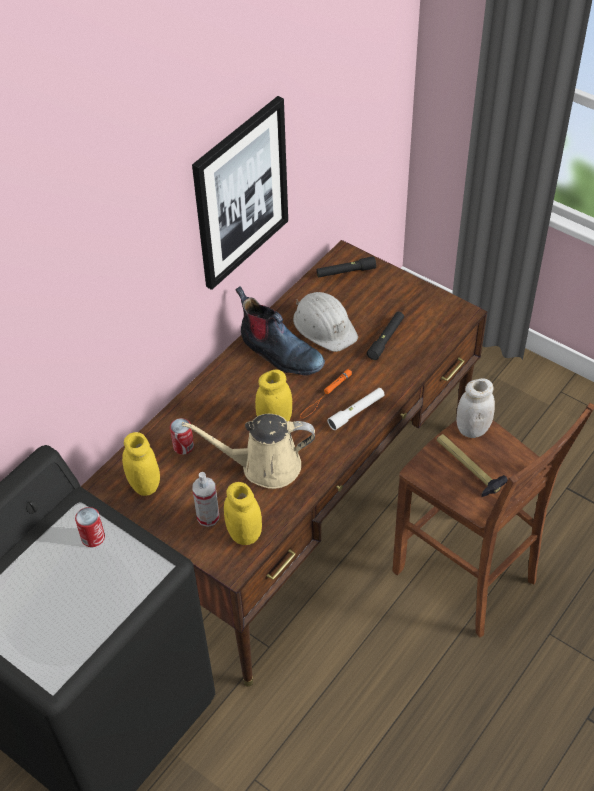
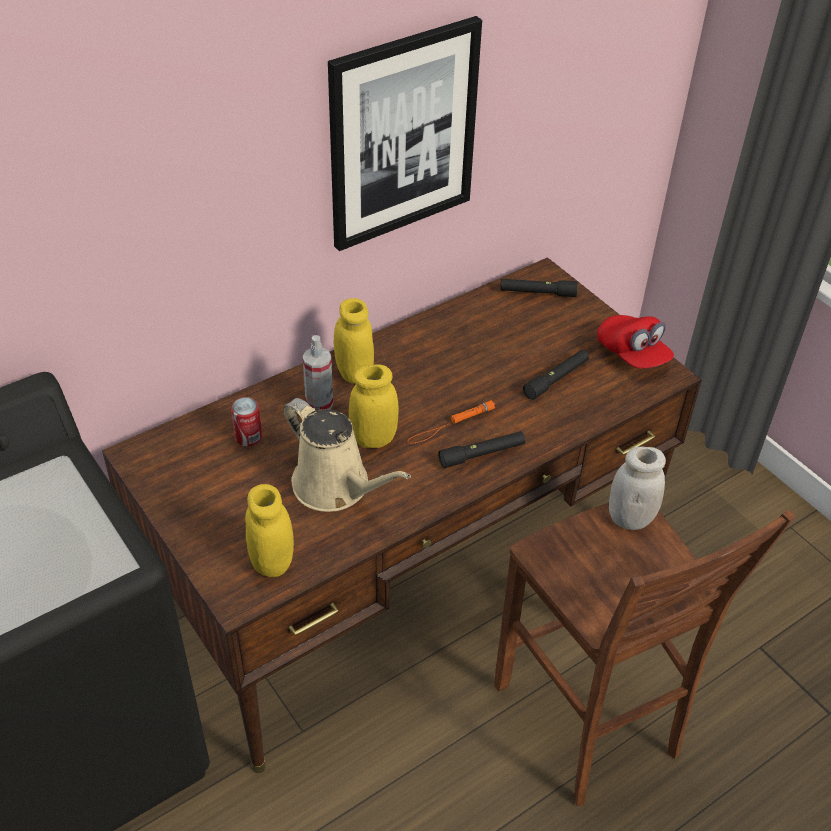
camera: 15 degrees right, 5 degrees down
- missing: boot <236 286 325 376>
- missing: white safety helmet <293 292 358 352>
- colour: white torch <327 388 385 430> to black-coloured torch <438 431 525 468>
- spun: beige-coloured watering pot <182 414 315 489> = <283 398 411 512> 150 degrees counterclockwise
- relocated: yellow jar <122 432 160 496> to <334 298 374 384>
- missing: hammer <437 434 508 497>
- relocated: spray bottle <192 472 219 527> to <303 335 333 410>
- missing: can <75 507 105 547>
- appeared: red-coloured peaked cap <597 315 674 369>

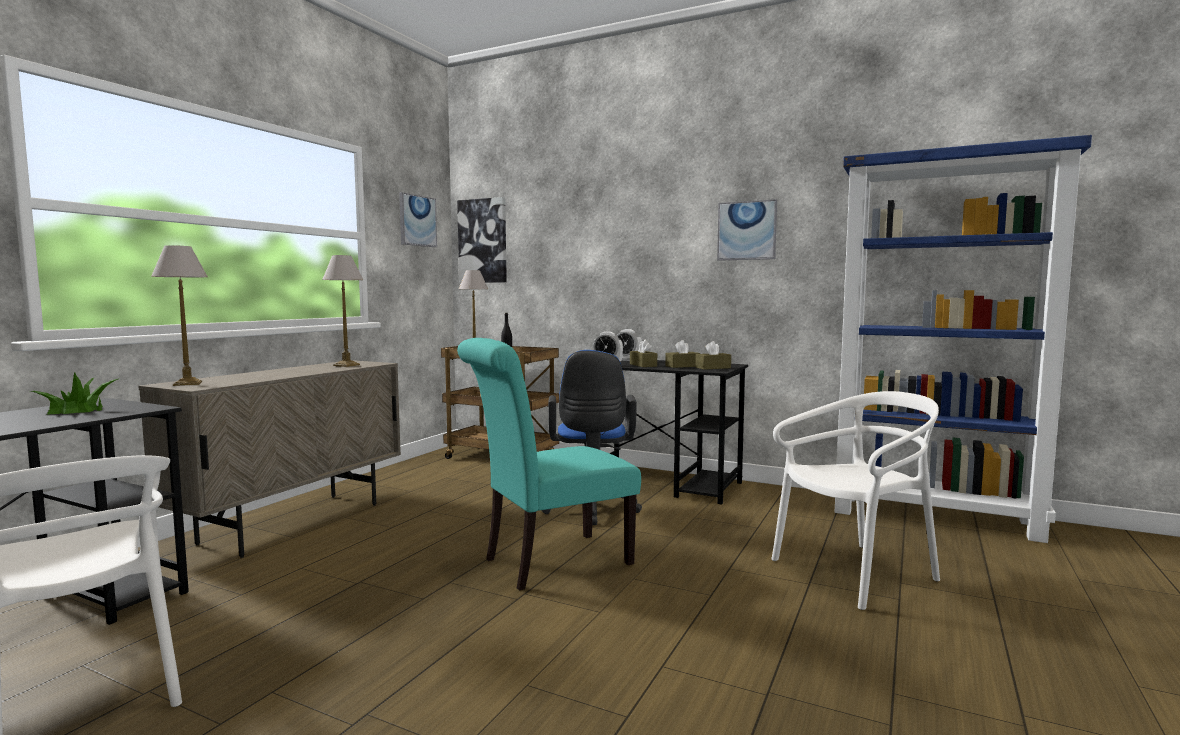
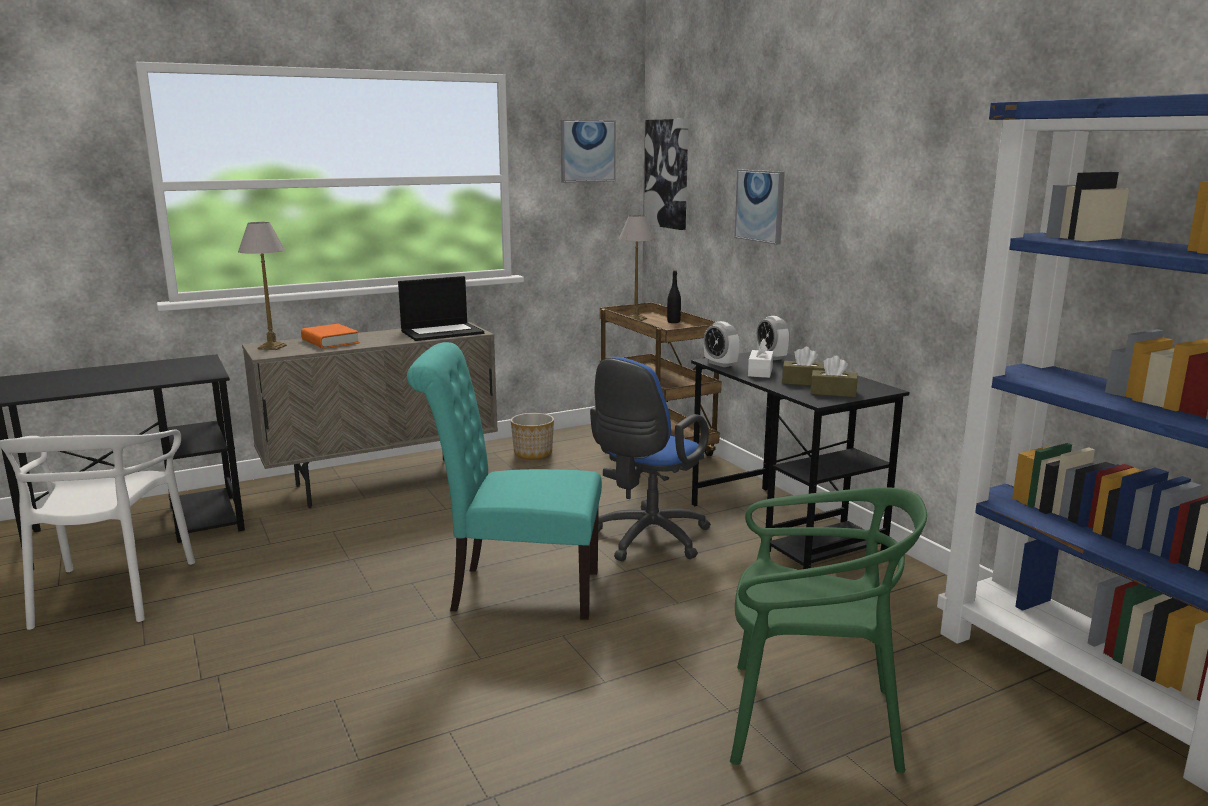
camera: 35 degrees right, 10 degrees up
- relocated: wall picture <717 199 777 261> to <734 170 785 245>
- exchanged: lamp for a table <322 255 363 367> to notebook computer <398 276 484 341>
- colour: brown-coloured box of tissues <630 339 657 367> to white box of tissues <748 338 773 378>
- missing: potted plant <30 372 120 415>
- colour: white upright chair <771 391 940 610> to green-coloured upright chair <730 487 927 773>
- appeared: orangey volume <301 324 360 348>
- appeared: planter <511 413 554 459>

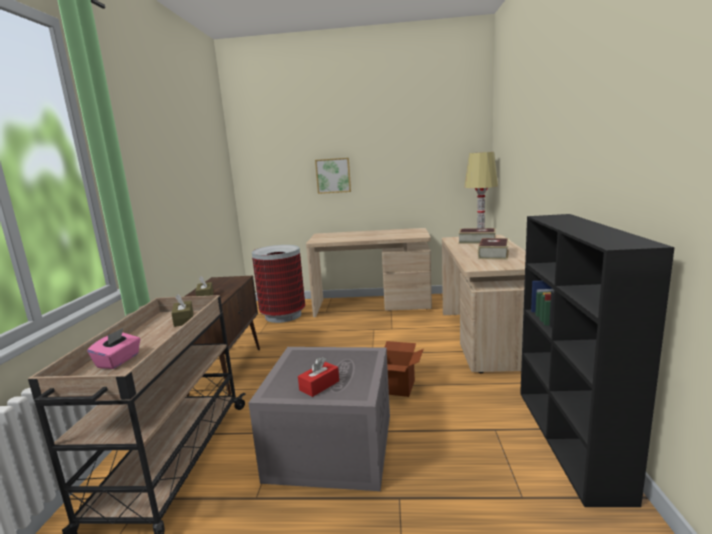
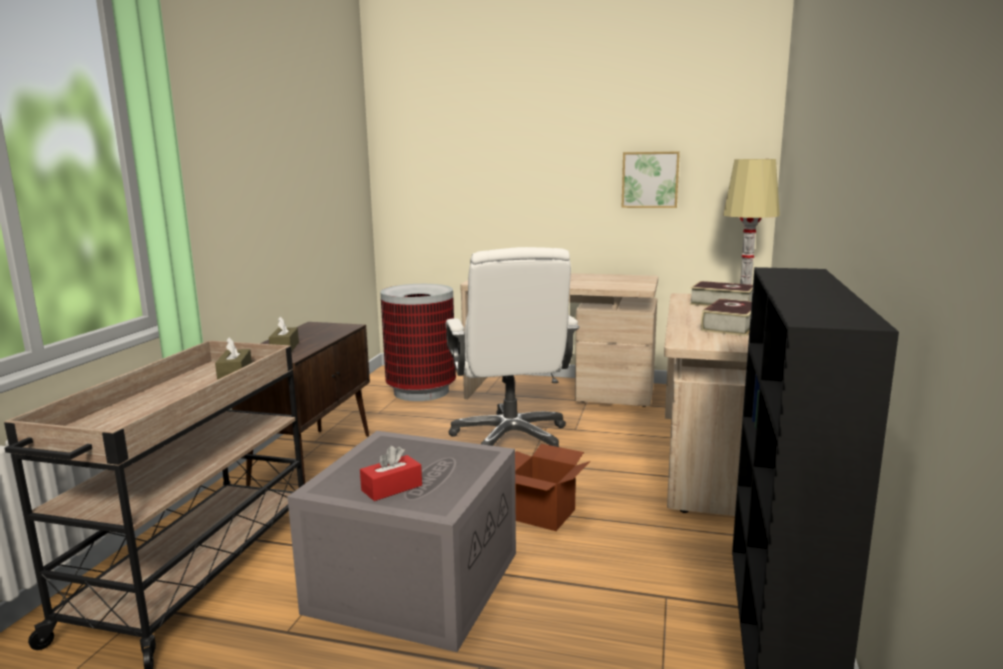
camera: 10 degrees right, 0 degrees up
- relocated: wall picture <315 158 351 194> to <621 151 680 208>
- missing: pinkish box of tissues <87 328 141 369>
- appeared: white desk chair <446 247 580 447>

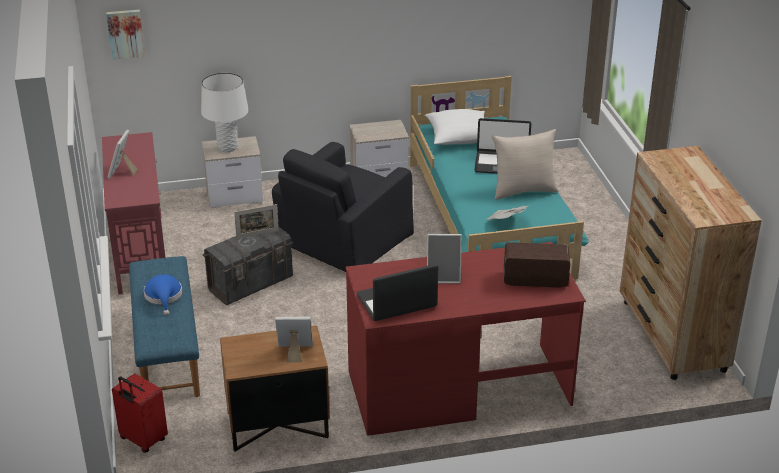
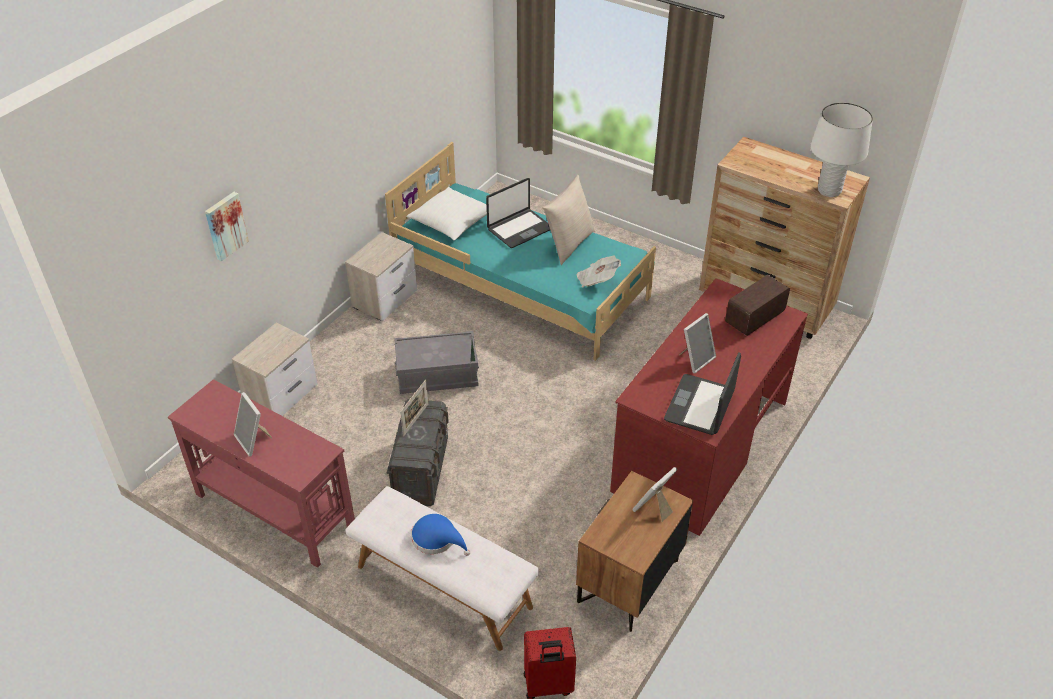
camera: 45 degrees left, 10 degrees up
- relocated: wall picture <106 10 145 60> to <205 192 249 261>
- relocated: white lamp for a table <201 73 249 152> to <811 103 873 197>
- exchanged: black-coloured armchair <272 142 414 272> to gray storage bin <394 331 479 394>
- colour: blue indoor bench <129 256 200 397> to white indoor bench <345 486 539 651>

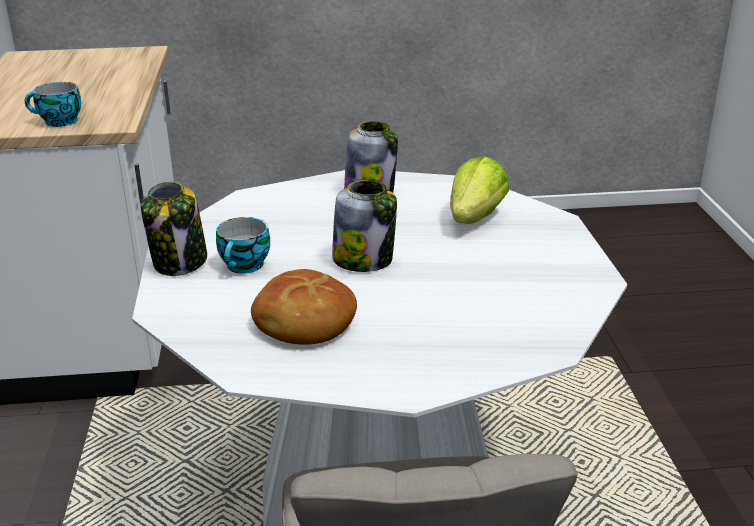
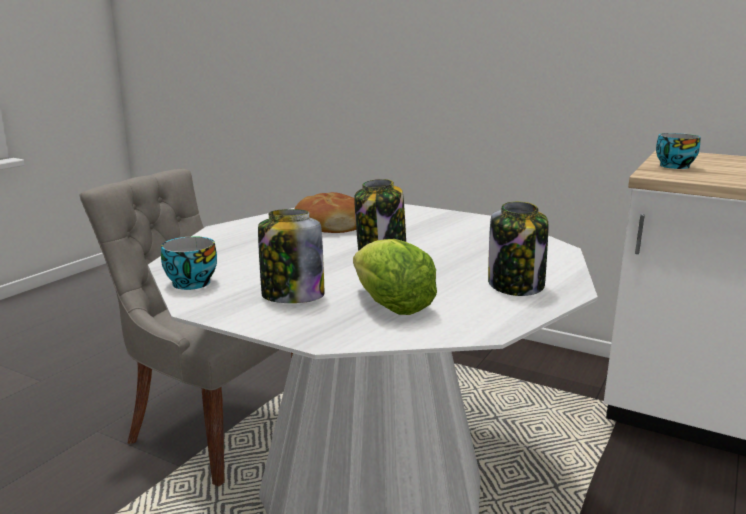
camera: 125 degrees right, 10 degrees down
- relocated: jar <141 181 207 276> to <258 209 325 303>
- relocated: drinking cup <216 217 270 274> to <161 236 217 290>

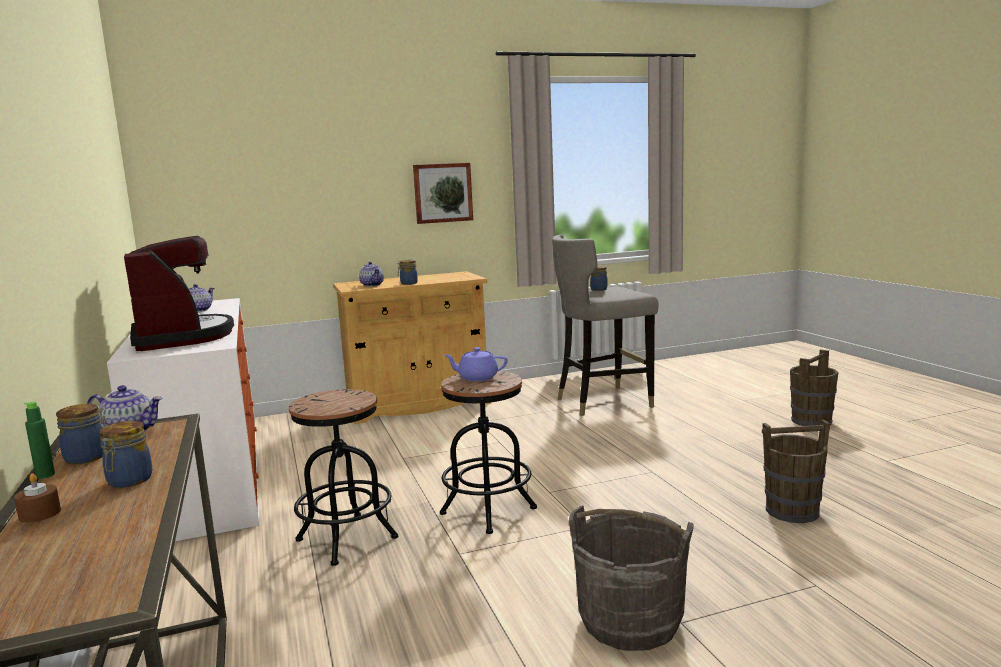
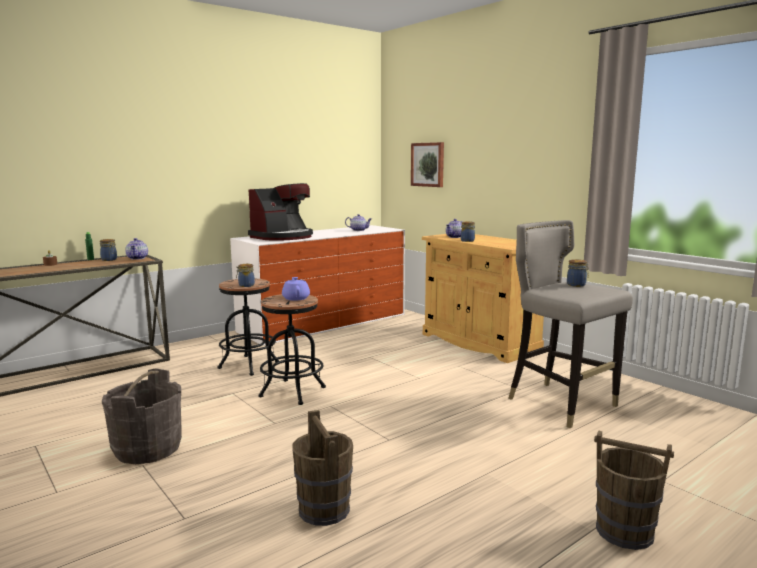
camera: 70 degrees right, 0 degrees up
- relocated: wall picture <413 163 473 224> to <411 142 444 187>
- relocated: jar <99 421 153 488> to <236 264 255 287>

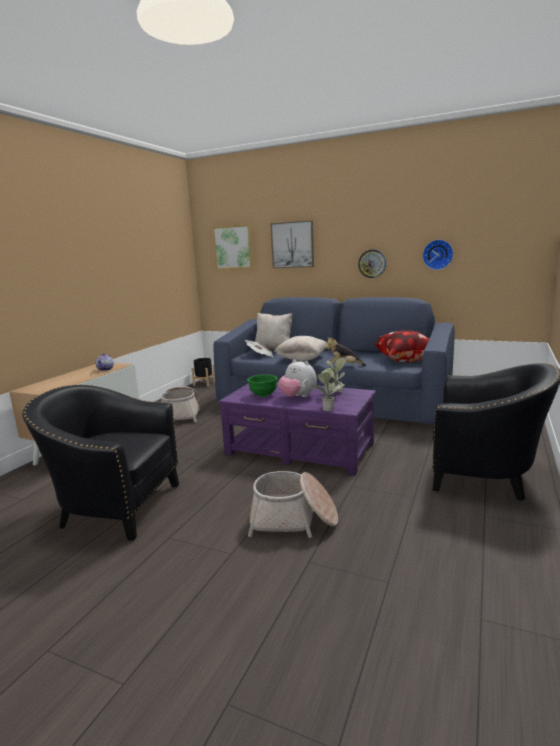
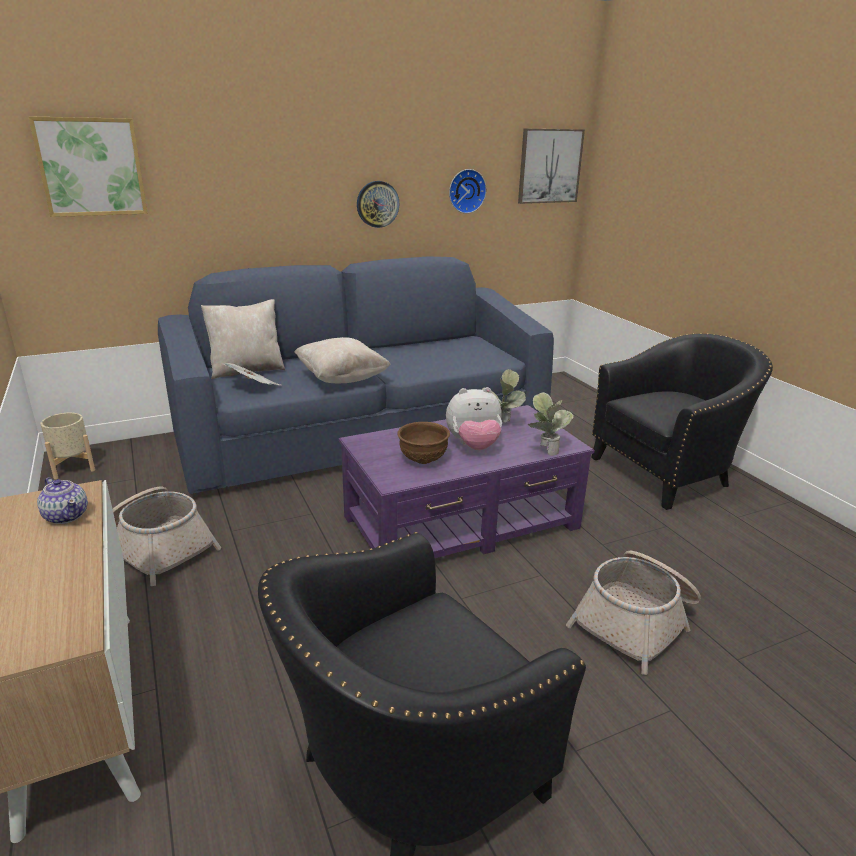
camera: 50 degrees left, 10 degrees up
- relocated: wall picture <270 220 314 268> to <518 128 585 204>
- missing: cushion <374 330 430 362>
- missing: cuddly toy <325 337 366 366>
- colour: black-coloured planter <191 358 215 387> to beige-coloured planter <40 413 95 479>
- colour: green-coloured bowl <247 374 277 397> to brown-coloured bowl <397 422 450 464>

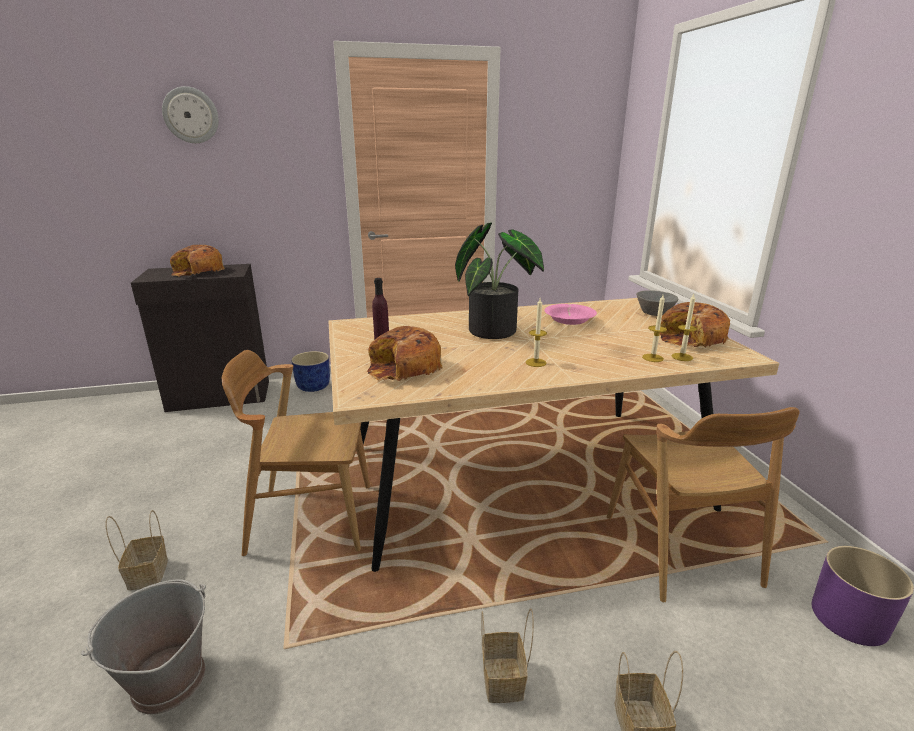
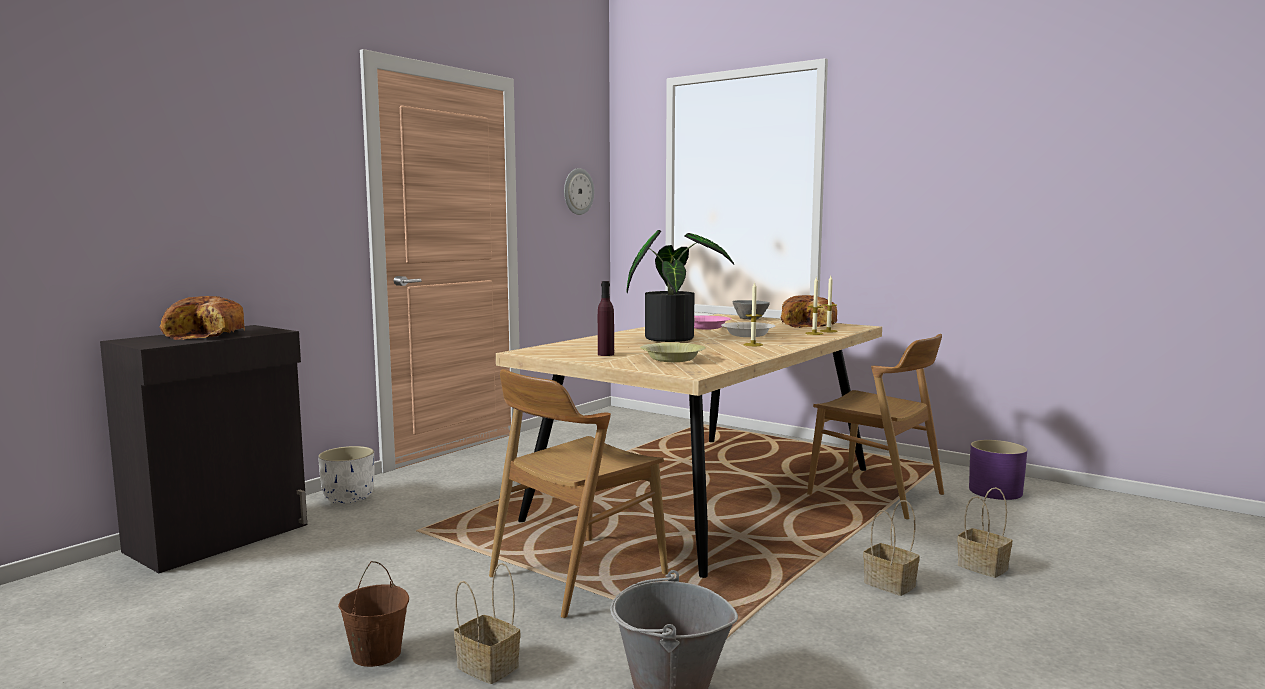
camera: 40 degrees left, 15 degrees down
- relocated: hanging clock <162 86 219 143> to <564 168 594 215>
- exchanged: bakery bread <367 326 443 381> to yellow bowl <640 343 706 362>
- colour: blue planter <291 351 330 392> to white planter <318 446 374 503>
- appeared: white bowl <721 322 775 337>
- appeared: brown-coloured pail <338 561 409 667>

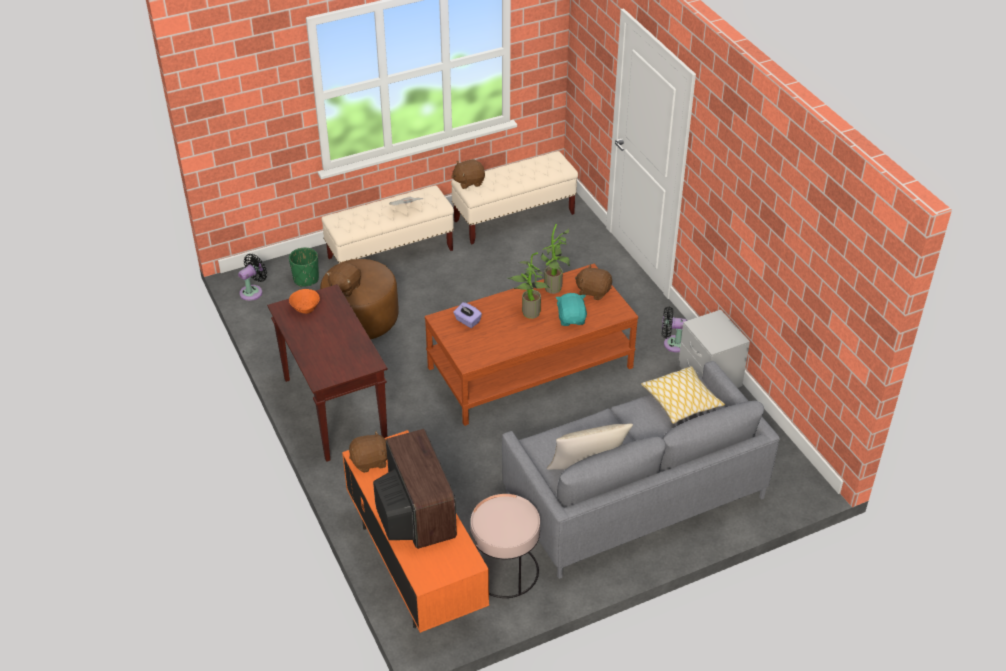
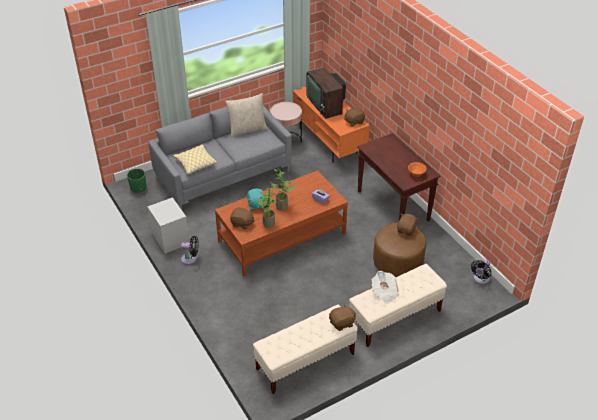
camera: 175 degrees right, 0 degrees up
- relocated: green-coloured planter <289 248 319 287> to <127 168 146 193>

